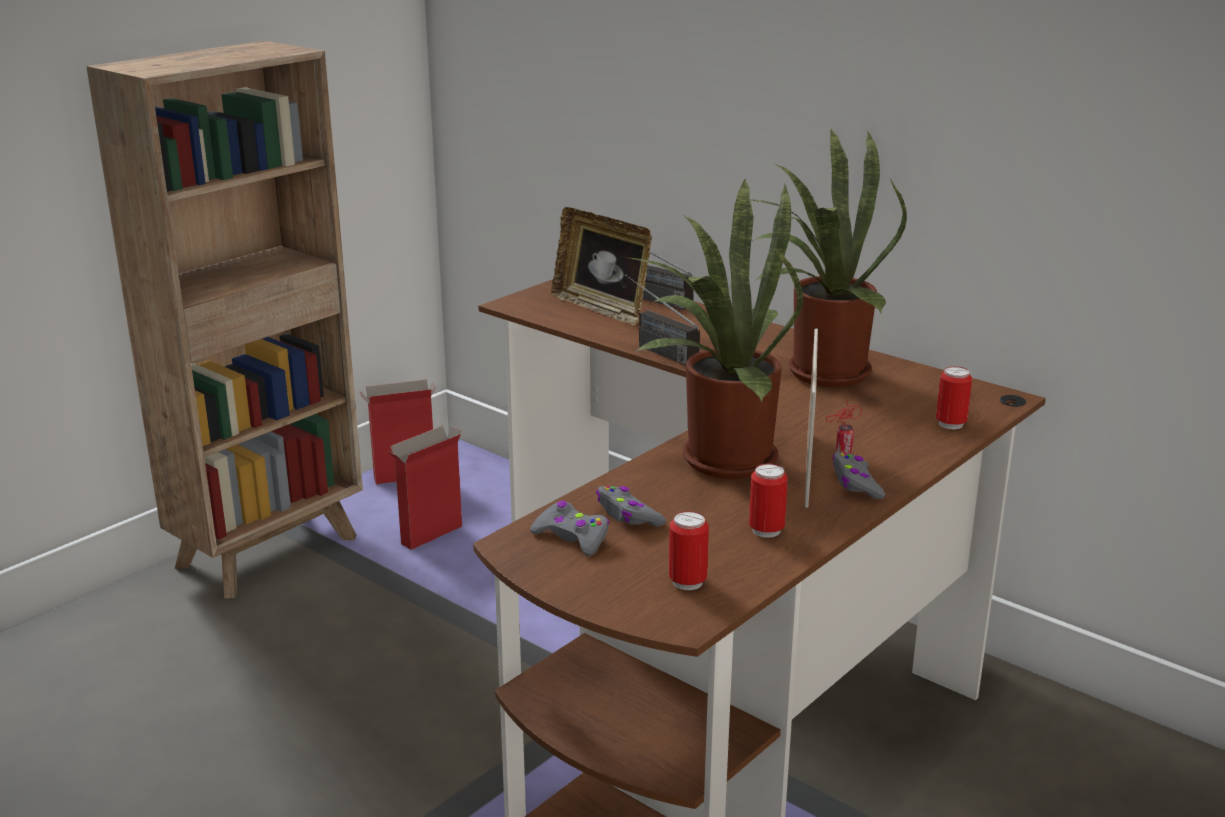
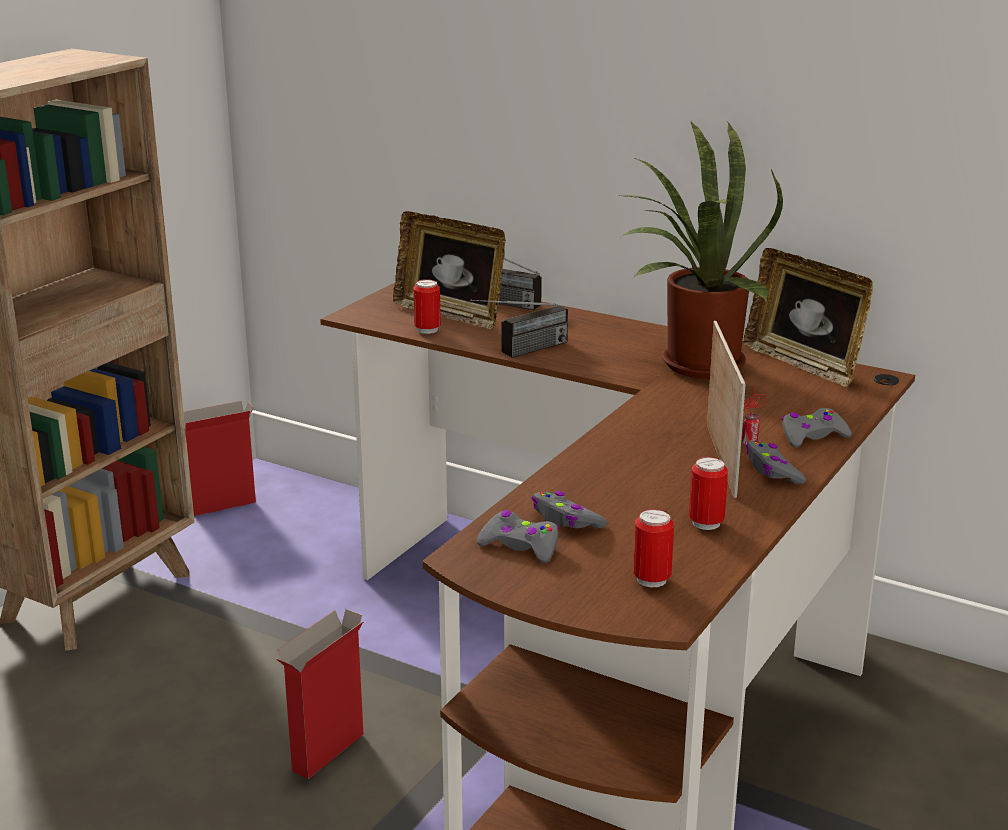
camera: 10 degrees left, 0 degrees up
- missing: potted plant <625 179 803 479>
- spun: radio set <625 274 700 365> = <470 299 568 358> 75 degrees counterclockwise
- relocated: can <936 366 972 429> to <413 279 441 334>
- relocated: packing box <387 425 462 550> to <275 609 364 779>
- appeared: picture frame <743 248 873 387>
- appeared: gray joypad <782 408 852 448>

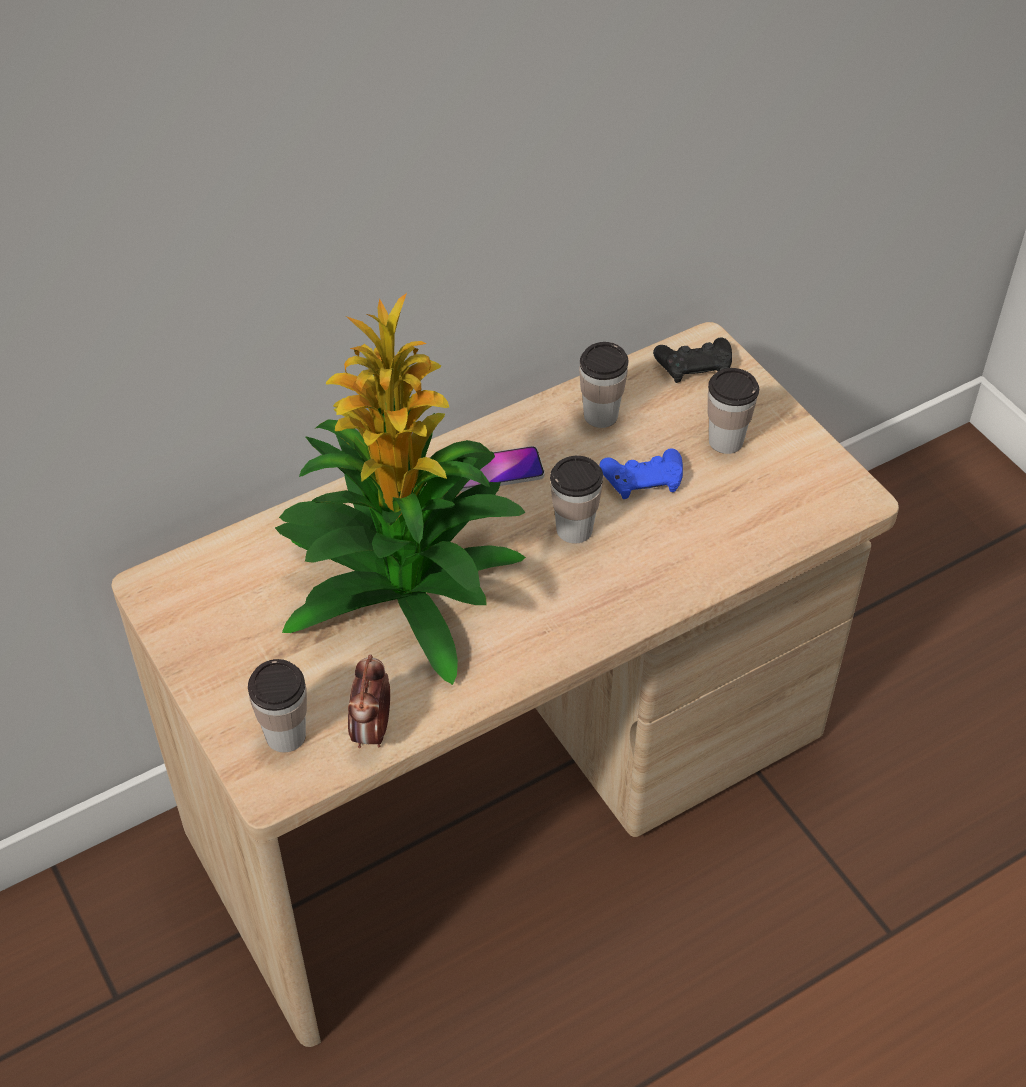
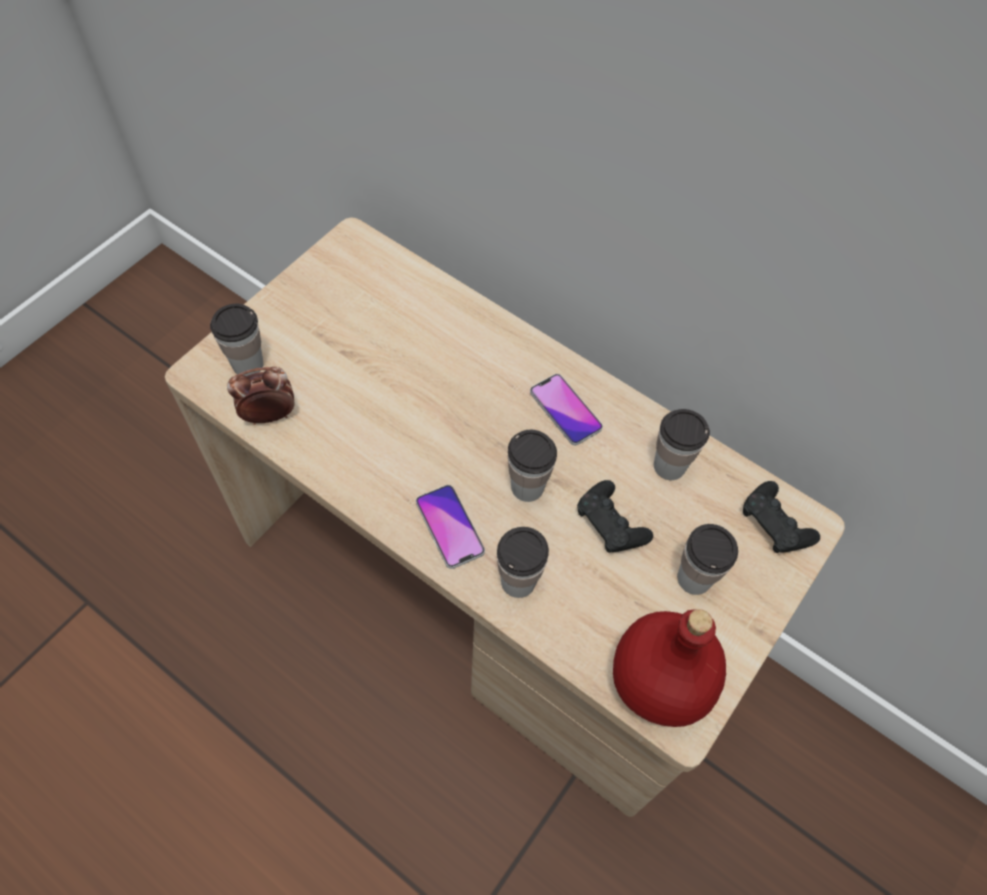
camera: 65 degrees right, 10 degrees up
- missing: potted plant <275 293 526 685>
- colour: blue joypad <599 448 683 499> to black-coloured joypad <577 480 653 553>
- appeared: handset <416 485 485 569>
- appeared: drinking cup <497 527 549 598>
- appeared: red-coloured beverage bottle <613 609 726 727>

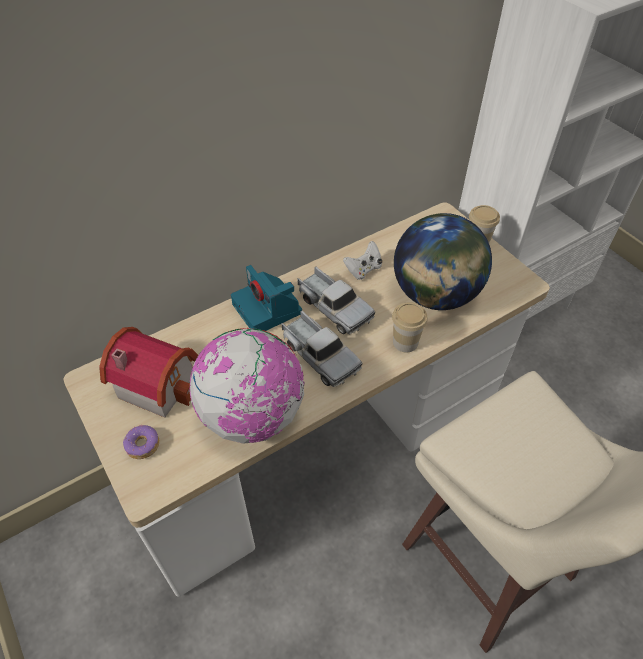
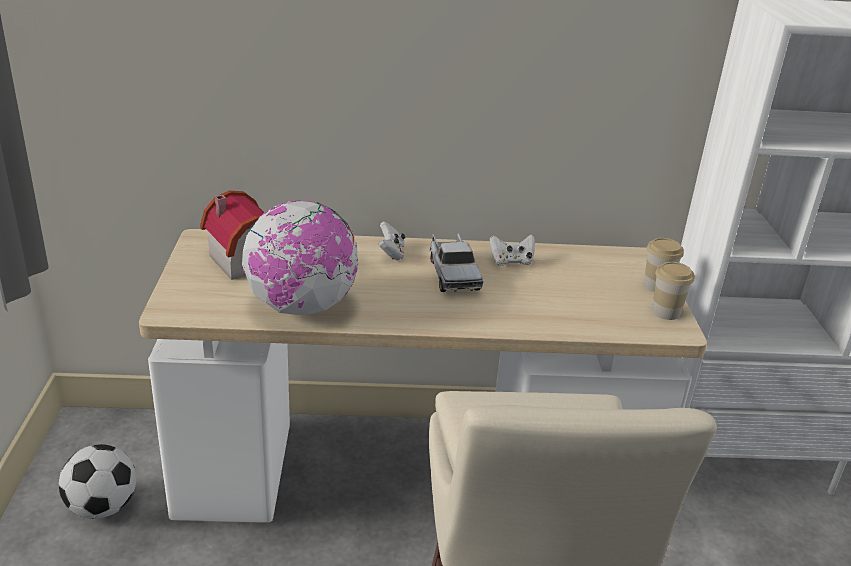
camera: 30 degrees right, 20 degrees down
- missing: desk globe <394 213 492 310>
- exchanged: still camera <231 265 302 331> to white joypad <378 221 405 261>
- relocated: drinking cup <392 302 428 352> to <652 262 694 320>
- missing: toy lorry <281 310 362 387>
- missing: doughnut <123 425 159 459>
- appeared: football <59 444 136 519>

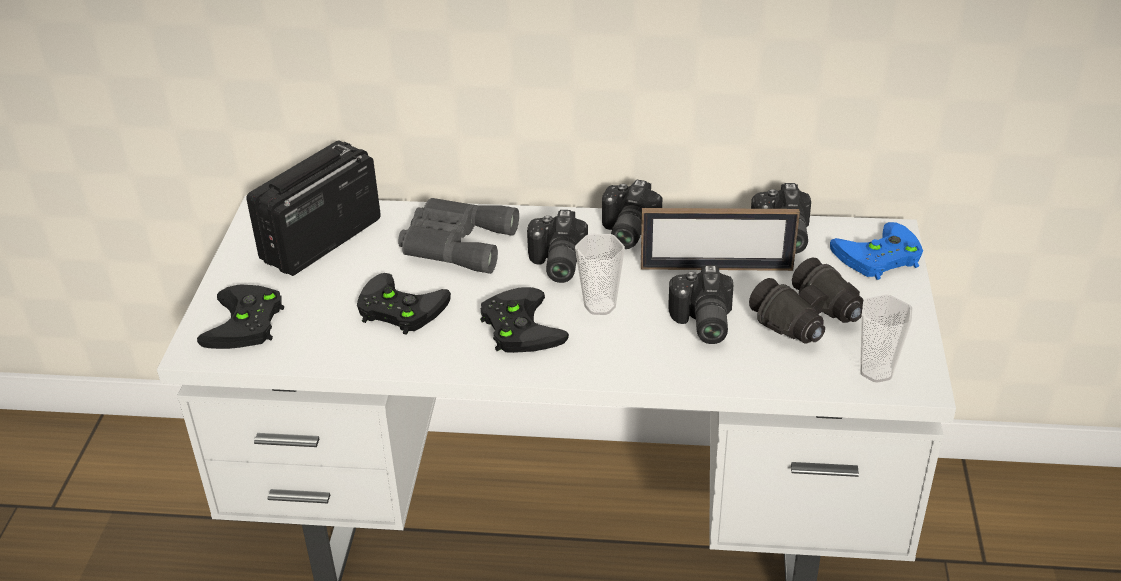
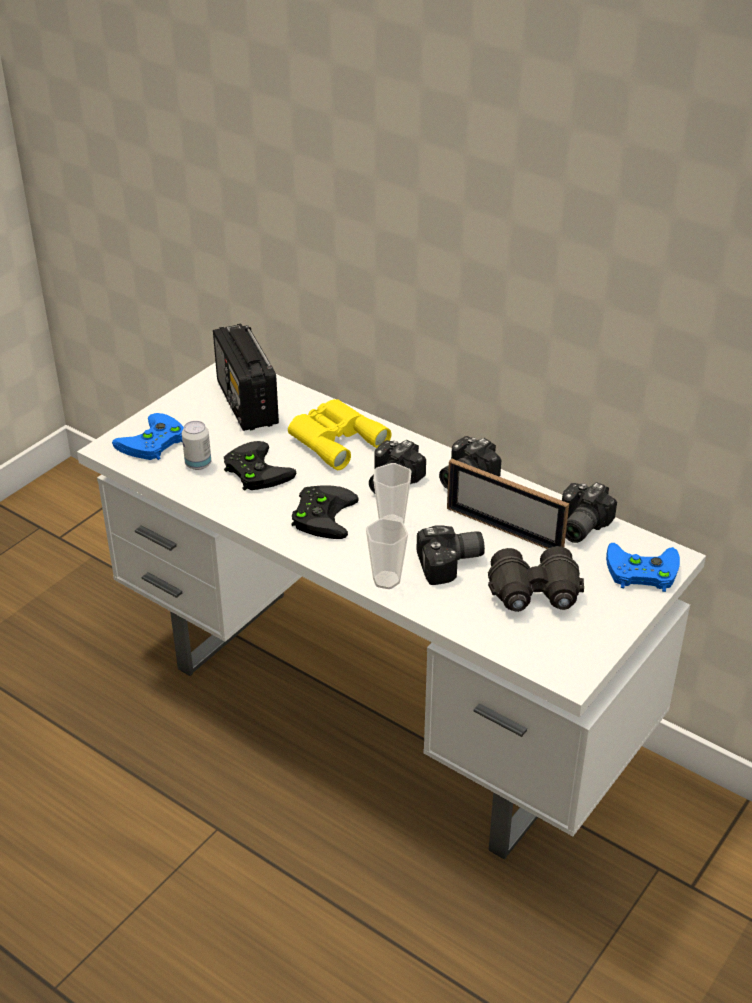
camera: 30 degrees right, 0 degrees up
- spun: radio set <246 140 381 276> = <213 324 279 431> 90 degrees counterclockwise
- colour: gray pair of binoculars <398 198 519 274> to yellow pair of binoculars <288 399 391 470>
- spun: still camera <668 265 733 344> = <416 525 485 585> 135 degrees counterclockwise
- colour: black-coloured joypad <197 285 284 349> to blue joypad <112 413 184 460>
- relocated: drinking cup <860 295 912 383> to <366 518 408 589>
- appeared: can <182 421 211 470>

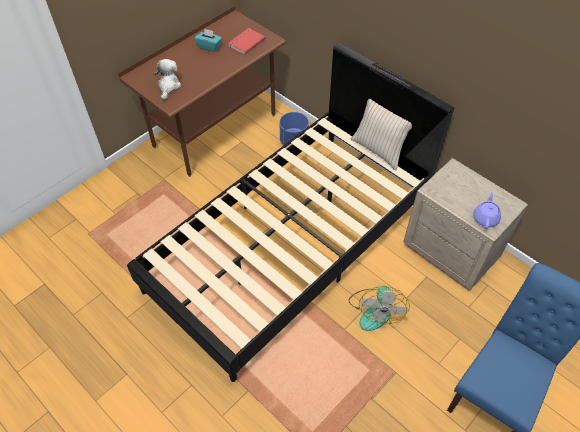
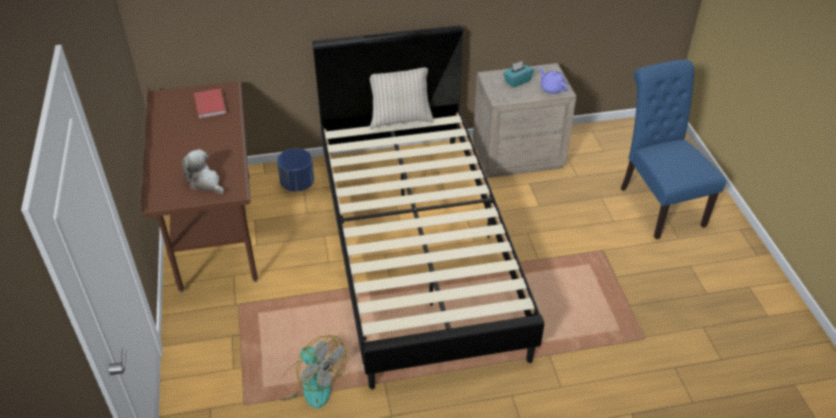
camera: 55 degrees left, 10 degrees down
- relocated: blue-green box of tissues <194 28 222 52> to <503 61 534 87>
- relocated: cooling fan <348 286 410 331> to <280 335 346 408>

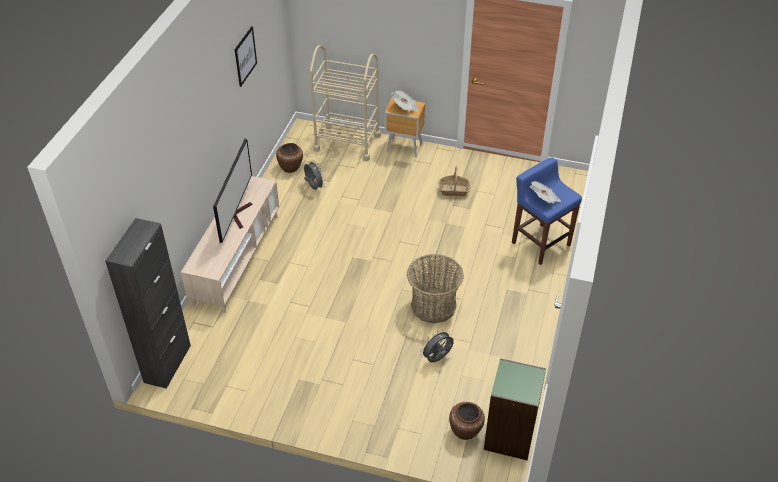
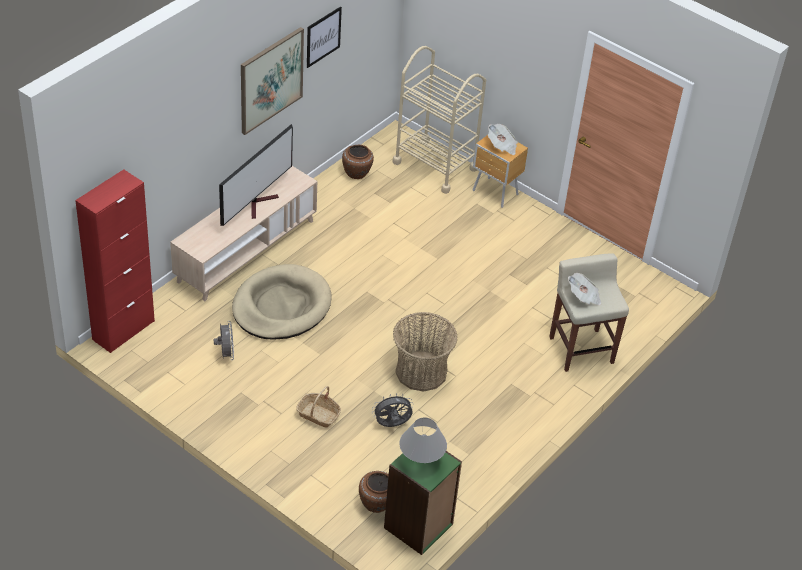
camera: 20 degrees right, 0 degrees up
- colour: blue stool seat <512 157 582 265> to beige-coloured stool seat <549 253 629 372>
- relocated: gray cooling fan <304 160 325 190> to <214 321 234 360>
- relocated: storage basket <438 166 470 196> to <296 386 341 428>
- colour: black-coloured storage cabinet <105 218 191 389> to red-coloured storage cabinet <75 169 155 353>
- appeared: wall picture <241 27 304 135>
- appeared: beige-coloured pet bed <232 264 332 340>
- appeared: gray lamp for a table <399 418 447 463>

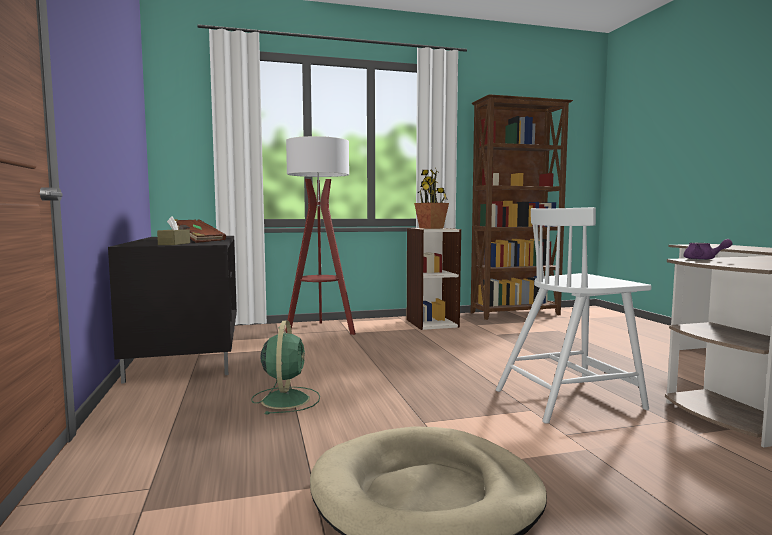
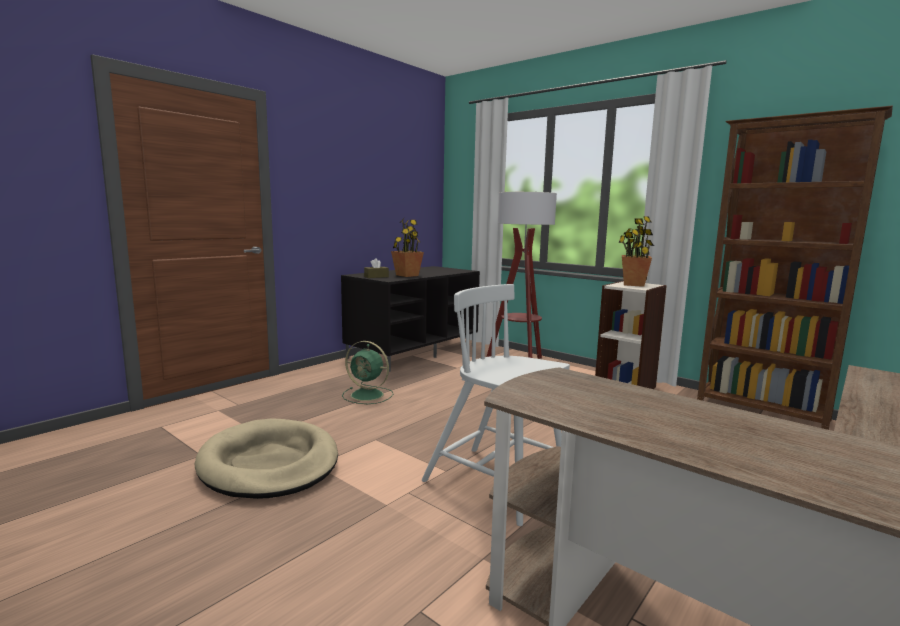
camera: 55 degrees right, 5 degrees up
- exchanged: brown-coloured volume <170 219 226 243> to potted plant <391 218 424 277>
- missing: purple-coloured pot for tea <684 239 733 260>
- spun: green-coloured cooling fan <251 321 320 415> = <342 341 393 404> 60 degrees clockwise

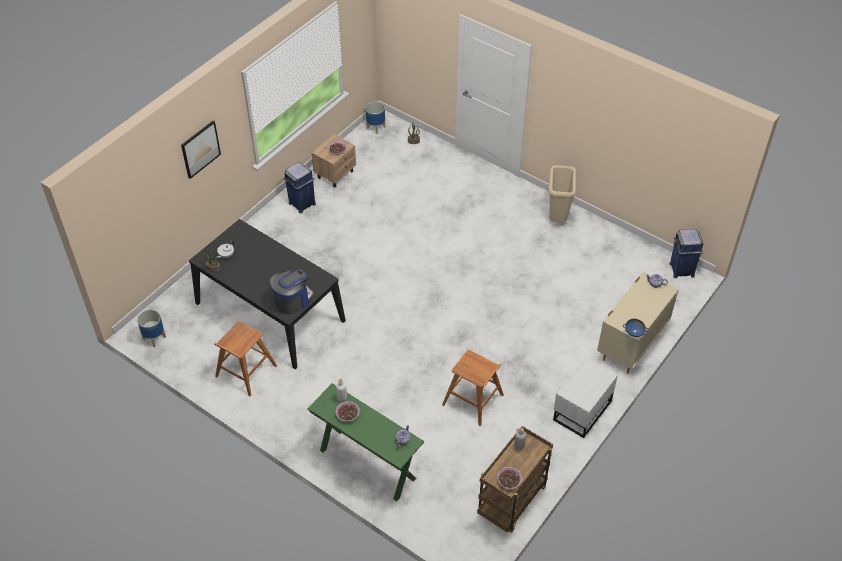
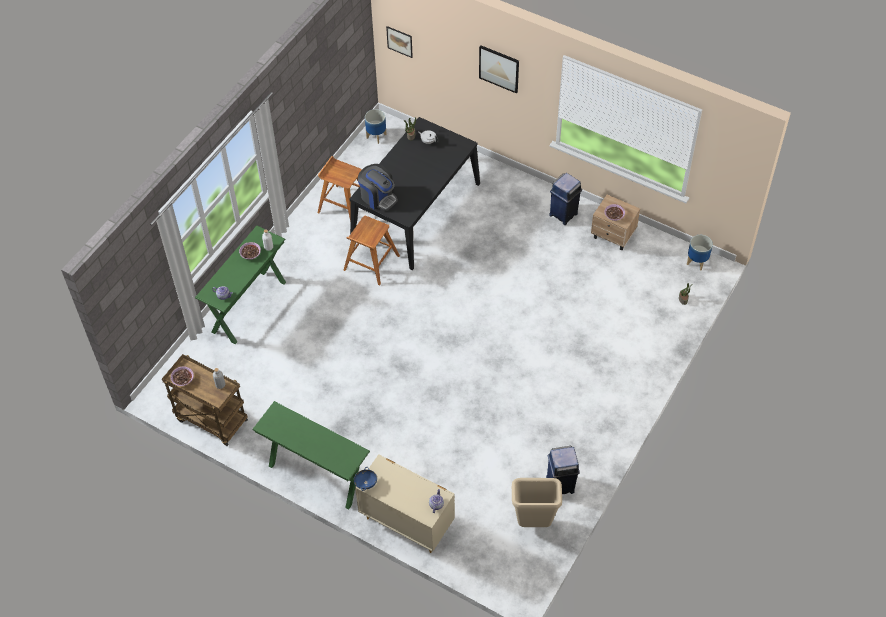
camera: 85 degrees right, 5 degrees up
- relocated: beige-coloured waste bin <548 165 577 222> to <512 478 562 527>
- relocated: blue waste bin <669 229 704 278> to <546 446 580 494>
- relocated: brown-coloured stool seat <442 350 504 426> to <343 216 400 286>
- exchanged: white nightstand <553 357 618 438> to green-coloured hall table <252 401 370 509>
- appeared: wall picture <386 26 413 58>

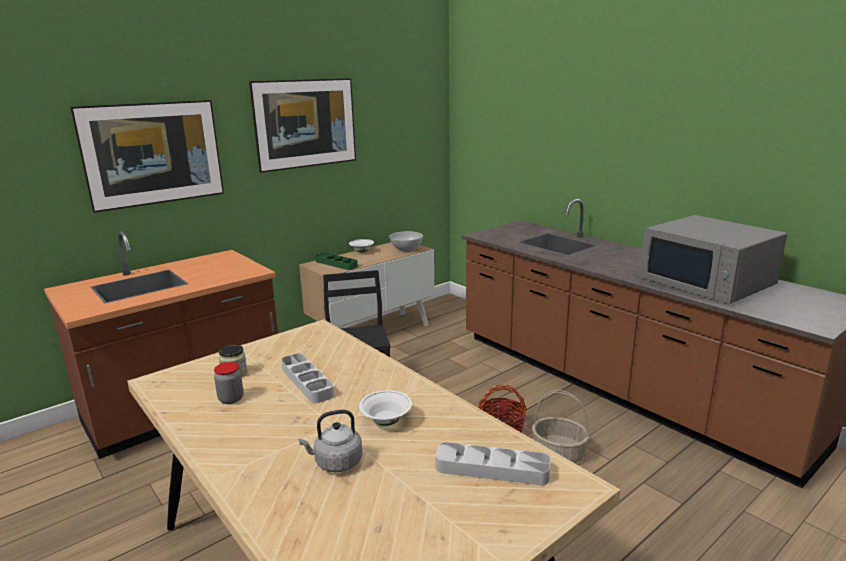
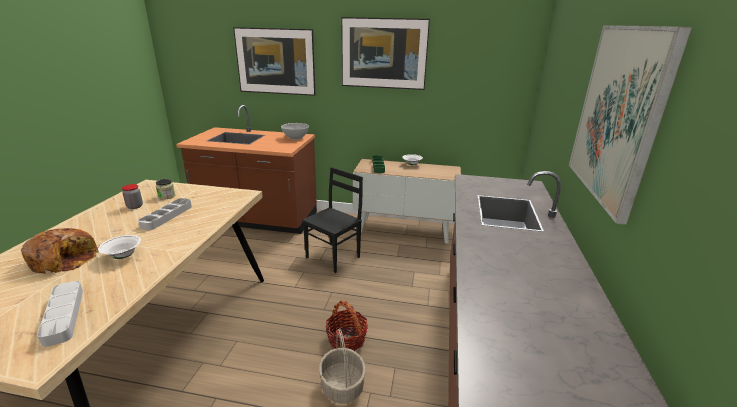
camera: 50 degrees right, 5 degrees up
- missing: gray kitchen microwave <639 215 787 304>
- relocated: white bowl <389 231 423 252> to <281 123 309 140>
- exchanged: gray kettle <299 409 362 472> to bakery bread <21 228 99 274>
- appeared: wall picture <569 25 692 225>

